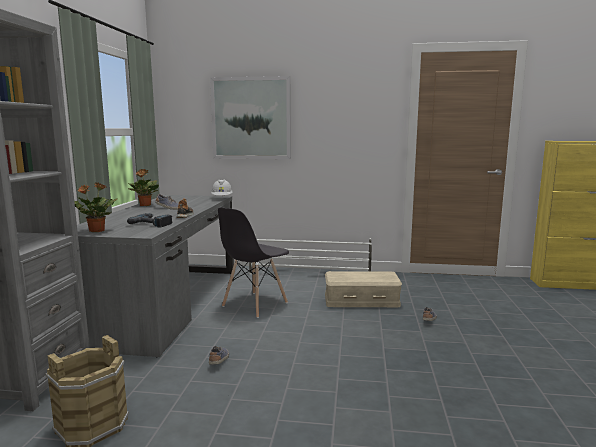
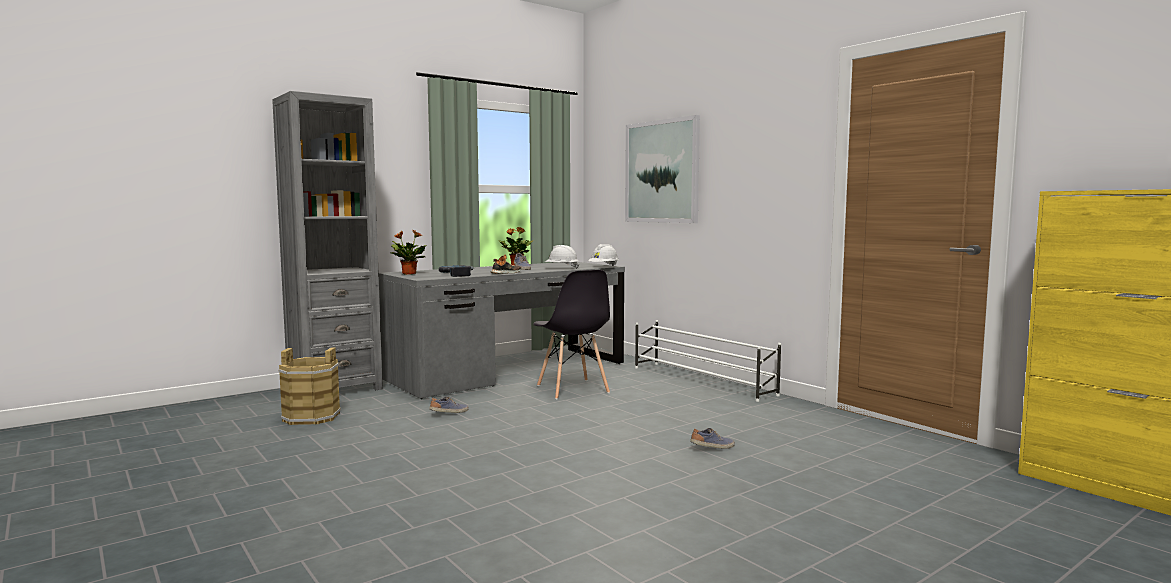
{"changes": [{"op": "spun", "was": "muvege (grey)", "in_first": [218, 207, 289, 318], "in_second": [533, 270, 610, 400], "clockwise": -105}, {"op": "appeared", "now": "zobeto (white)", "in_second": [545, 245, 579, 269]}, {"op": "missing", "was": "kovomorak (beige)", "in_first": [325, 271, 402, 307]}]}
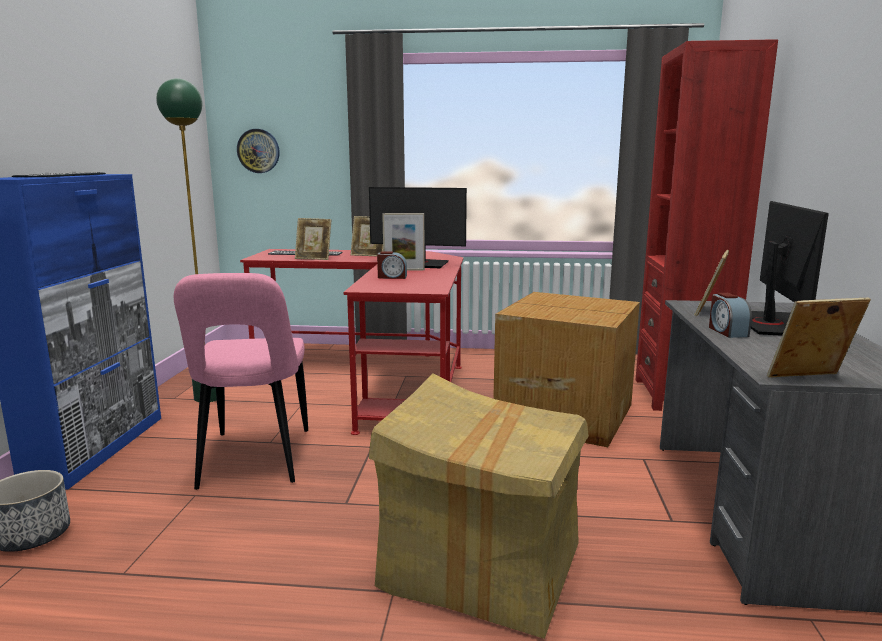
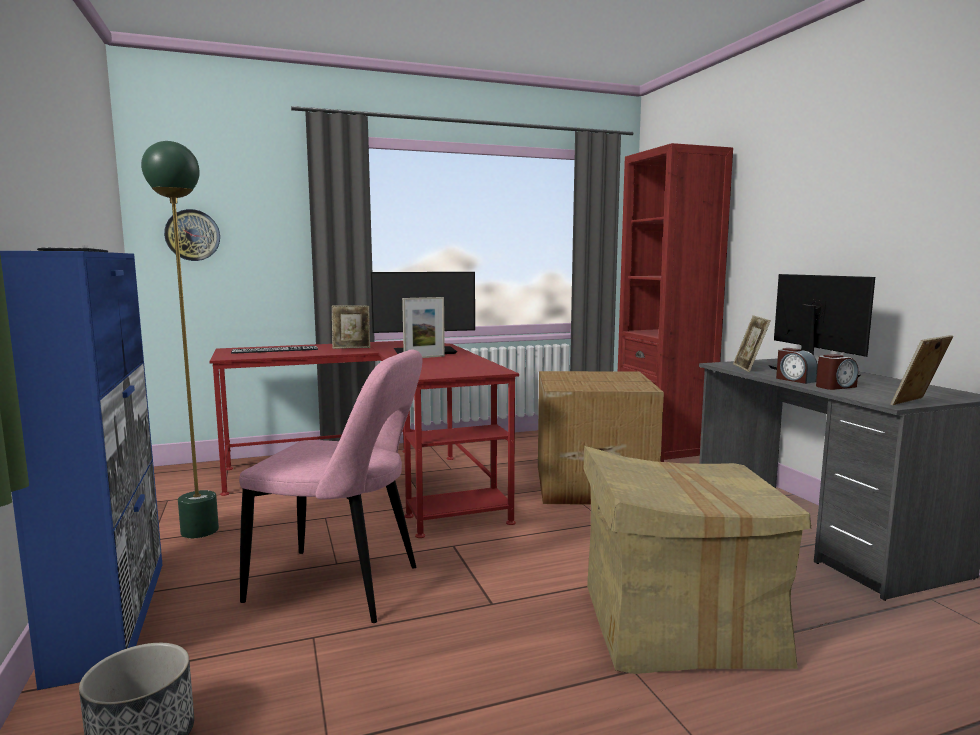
{"changes": [{"op": "spun", "was": "muvege (pink)", "in_first": [174, 273, 308, 490], "in_second": [239, 349, 423, 623], "clockwise": -45}, {"op": "relocated", "was": "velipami", "in_first": [377, 251, 407, 279], "in_second": [816, 354, 858, 390]}, {"op": "missing", "was": "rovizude", "in_first": [295, 218, 331, 260]}]}
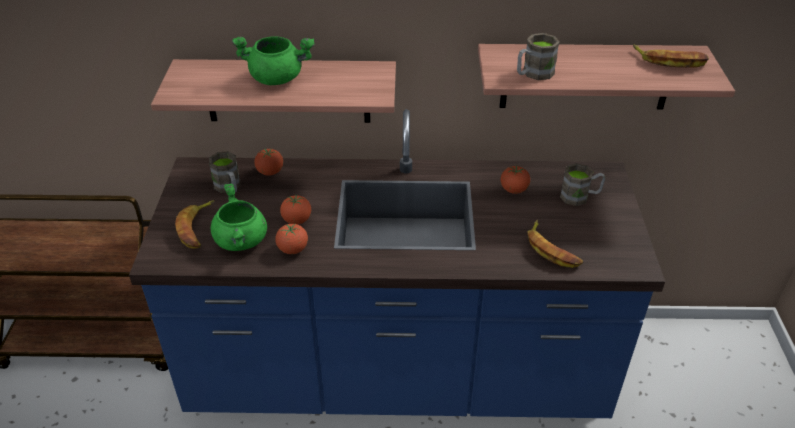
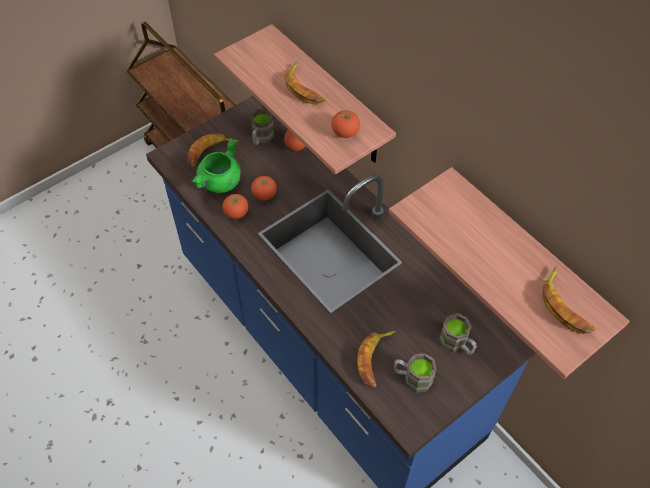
{"changes": [{"op": "exchanged", "was": "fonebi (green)", "now": "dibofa", "in_first": [232, 36, 314, 85], "in_second": [284, 62, 325, 105]}, {"op": "relocated", "was": "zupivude", "in_first": [501, 166, 530, 194], "in_second": [331, 110, 360, 138]}, {"op": "relocated", "was": "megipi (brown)", "in_first": [517, 33, 560, 80], "in_second": [394, 353, 437, 392]}]}
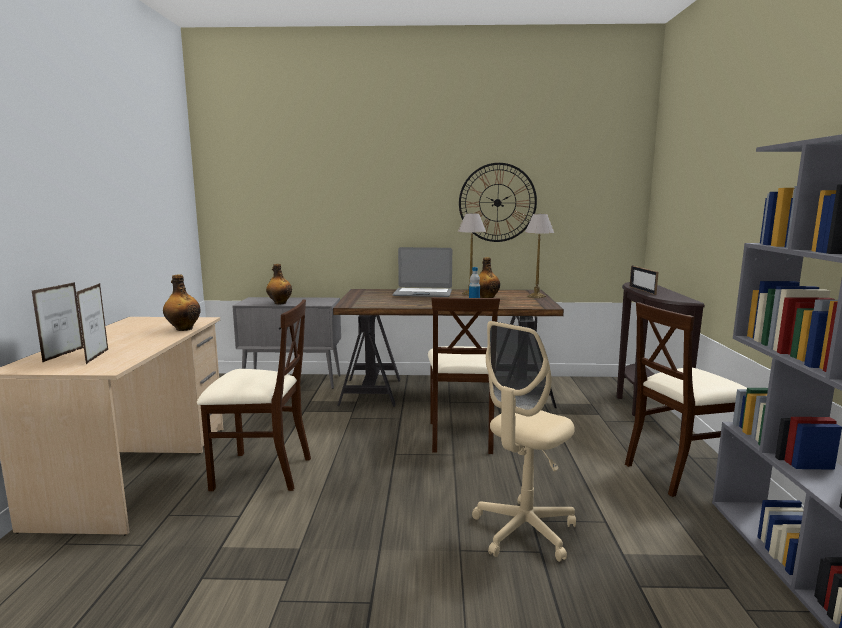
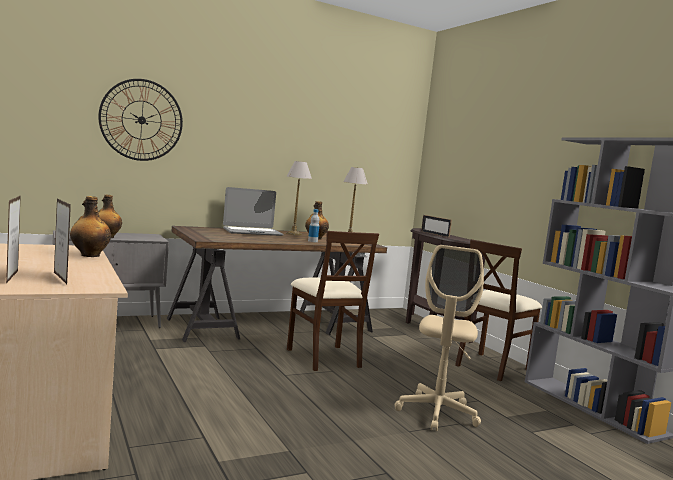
{"changes": [{"op": "relocated", "was": "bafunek", "in_first": [459, 163, 537, 242], "in_second": [99, 79, 183, 161]}, {"op": "missing", "was": "muvege (beige)", "in_first": [197, 299, 311, 491]}]}
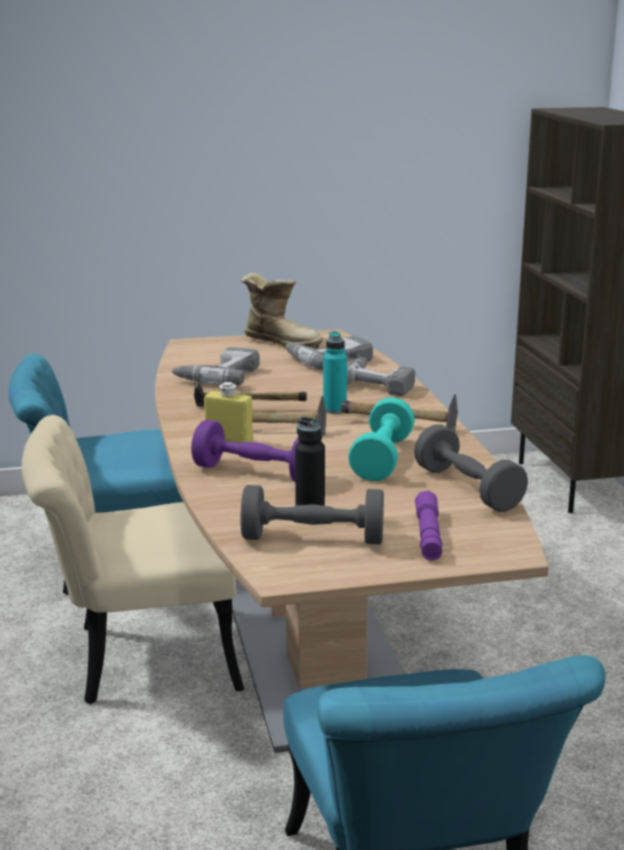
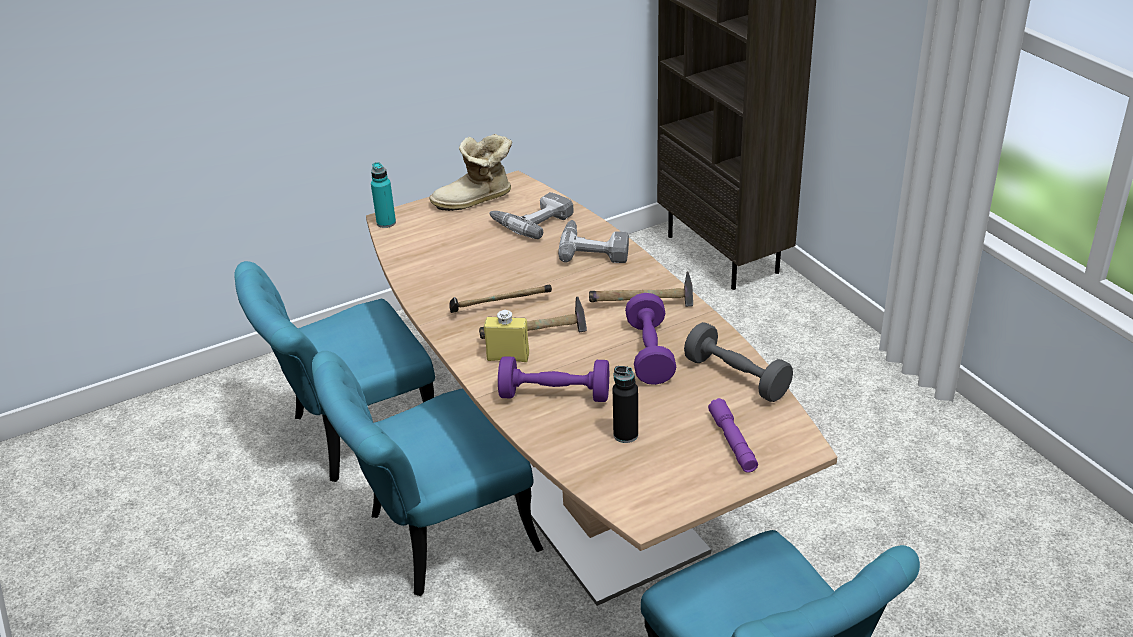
{"changes": [{"op": "colour", "was": "muvege (beige)", "now": "muvege (turquoise)", "in_first": [22, 415, 244, 704], "in_second": [312, 351, 544, 596]}, {"op": "relocated", "was": "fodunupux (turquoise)", "in_first": [323, 331, 347, 414], "in_second": [371, 162, 396, 228]}, {"op": "spun", "was": "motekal", "in_first": [241, 273, 323, 349], "in_second": [429, 134, 512, 211], "clockwise": 150}, {"op": "colour", "was": "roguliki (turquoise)", "now": "roguliki (purple)", "in_first": [348, 397, 415, 481], "in_second": [625, 293, 676, 385]}, {"op": "missing", "was": "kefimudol", "in_first": [171, 347, 260, 385]}, {"op": "missing", "was": "roguliki (grey)", "in_first": [240, 485, 384, 544]}]}
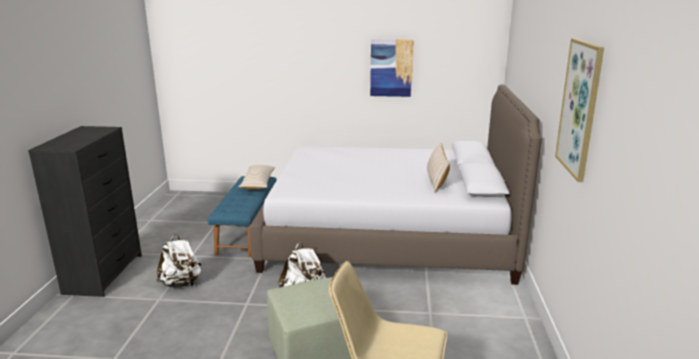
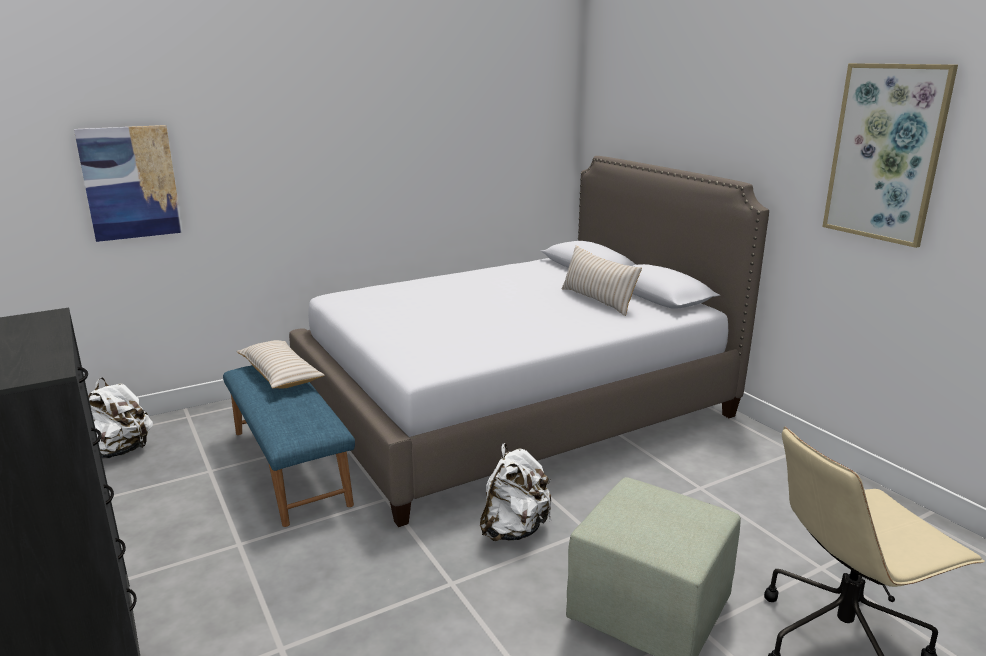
{"changes": [{"op": "relocated", "was": "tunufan", "in_first": [370, 39, 414, 97], "in_second": [74, 125, 183, 242]}, {"op": "relocated", "was": "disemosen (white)", "in_first": [157, 234, 201, 288], "in_second": [88, 377, 153, 458]}]}
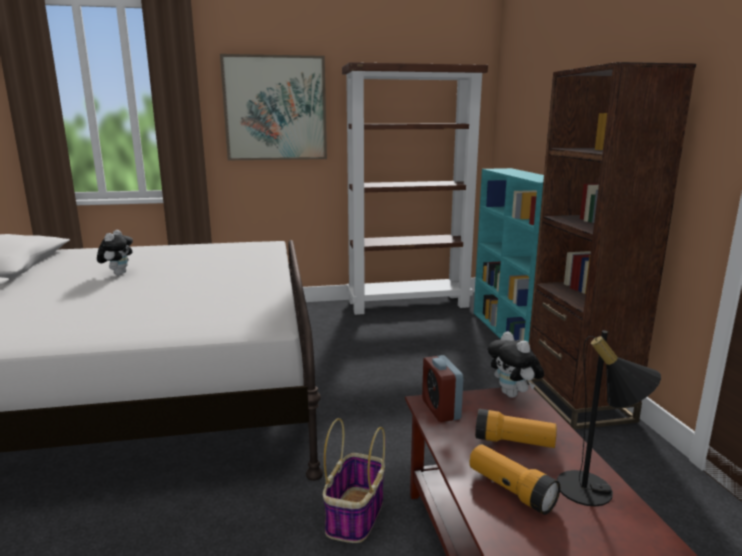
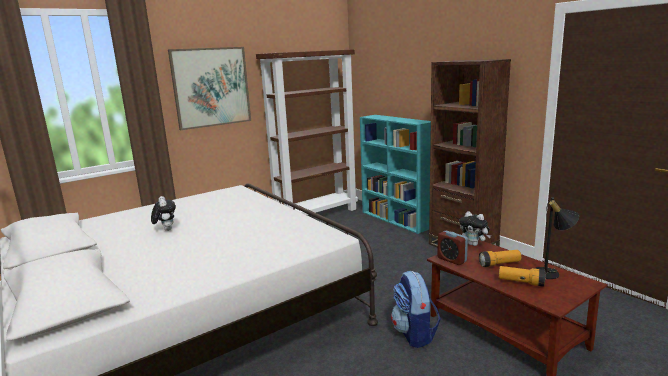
{"changes": [{"op": "exchanged", "was": "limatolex", "now": "disemosen", "in_first": [323, 418, 385, 543], "in_second": [391, 271, 441, 348]}]}
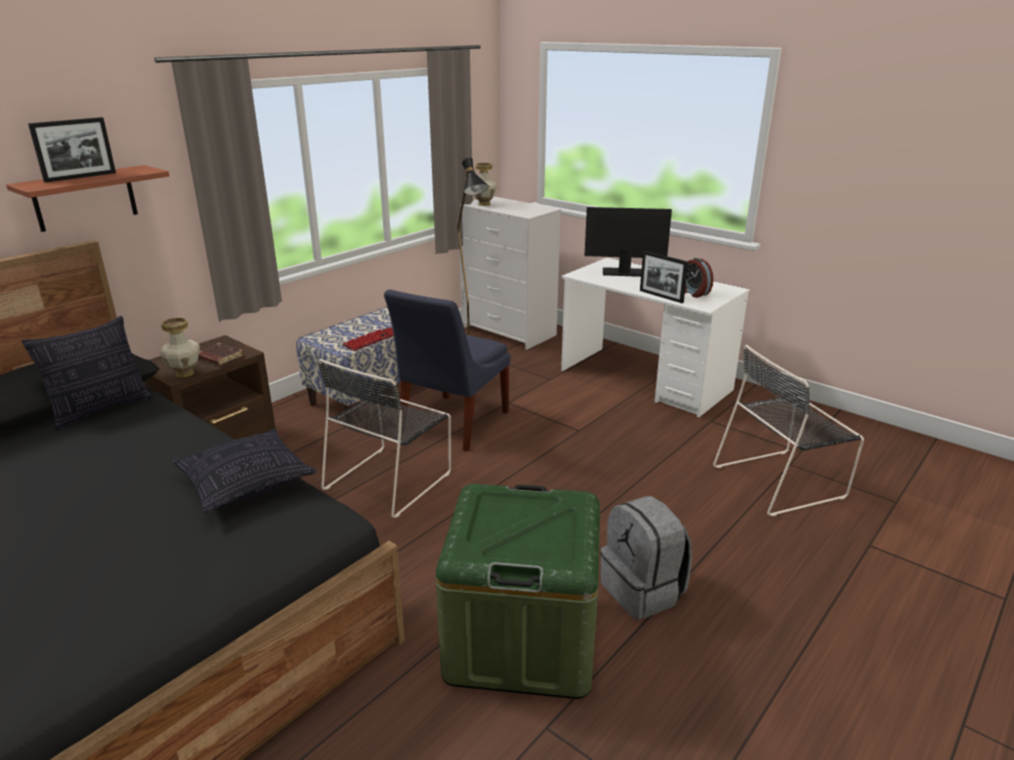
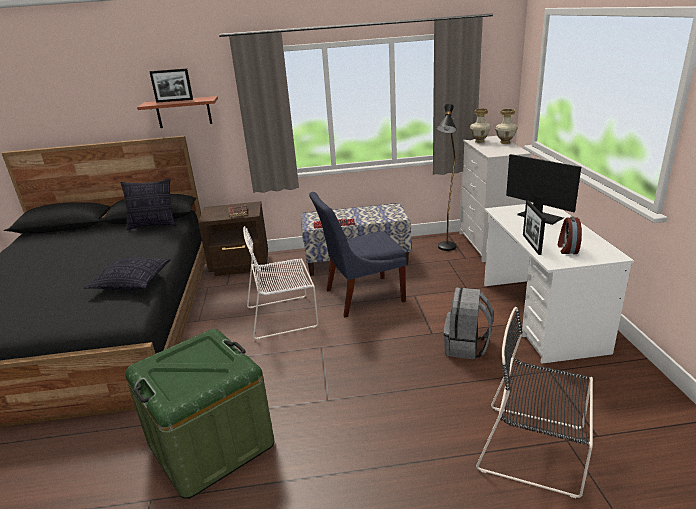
{"changes": [{"op": "colour", "was": "muvege (black)", "now": "muvege (white)", "in_first": [318, 359, 451, 518], "in_second": [243, 226, 318, 340]}, {"op": "relocated", "was": "disemosen (grey)", "in_first": [600, 496, 692, 620], "in_second": [444, 287, 493, 360]}, {"op": "relocated", "was": "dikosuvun", "in_first": [160, 318, 200, 378], "in_second": [495, 109, 518, 144]}]}
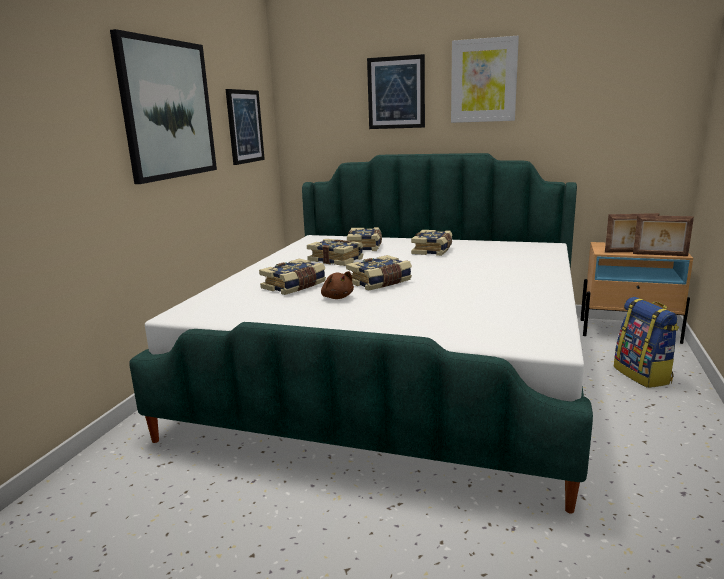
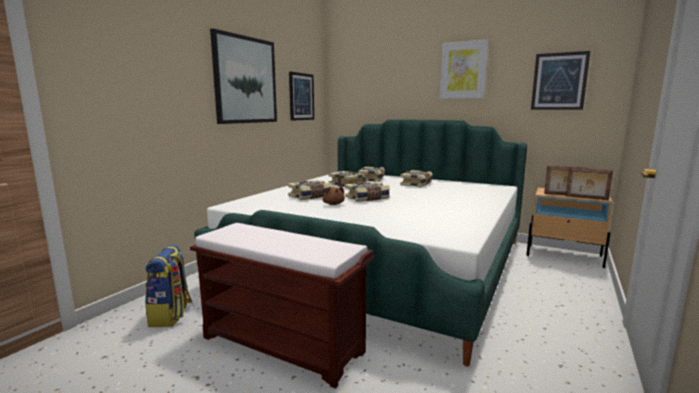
{"changes": [{"op": "relocated", "was": "disemosen", "in_first": [614, 297, 679, 388], "in_second": [145, 245, 193, 327]}, {"op": "appeared", "now": "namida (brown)", "in_second": [190, 223, 374, 388]}, {"op": "relocated", "was": "tunufan", "in_first": [367, 54, 425, 129], "in_second": [531, 51, 590, 110]}]}
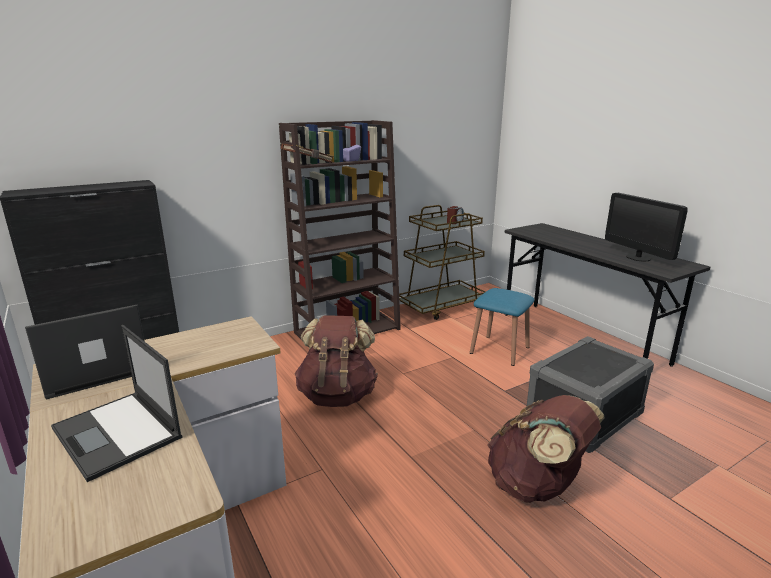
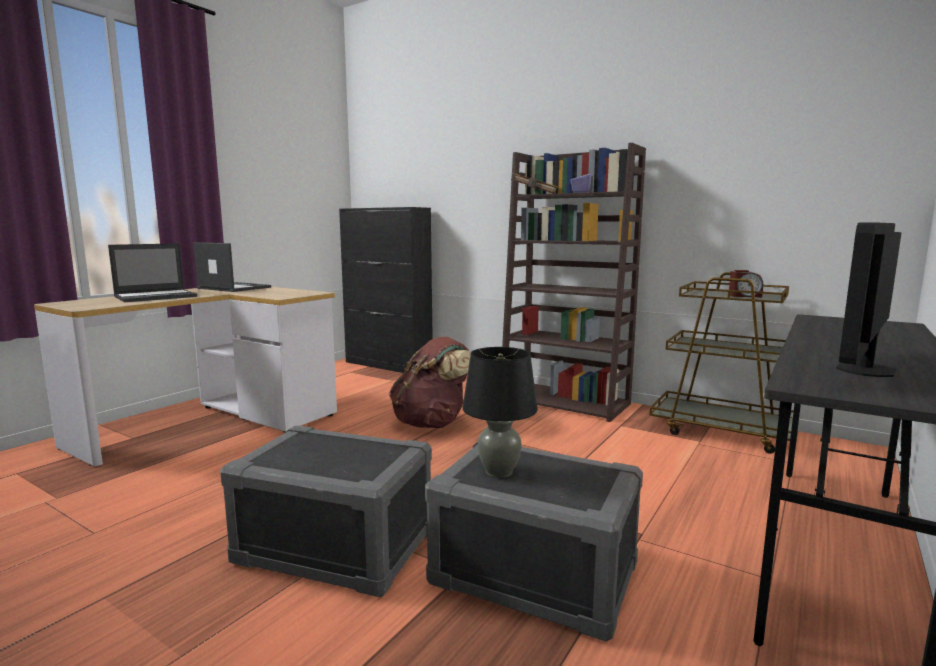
{"changes": [{"op": "spun", "was": "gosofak", "in_first": [51, 325, 182, 482], "in_second": [108, 243, 197, 302], "clockwise": -150}, {"op": "exchanged", "was": "disemosen (brown)", "now": "kovomorak (grey)", "in_first": [488, 395, 604, 503], "in_second": [220, 425, 432, 597]}, {"op": "appeared", "now": "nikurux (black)", "in_second": [462, 347, 538, 478]}, {"op": "missing", "was": "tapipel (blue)", "in_first": [470, 288, 534, 366]}]}
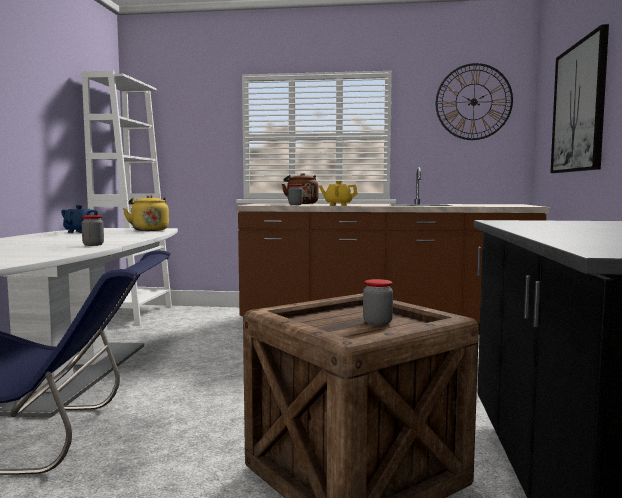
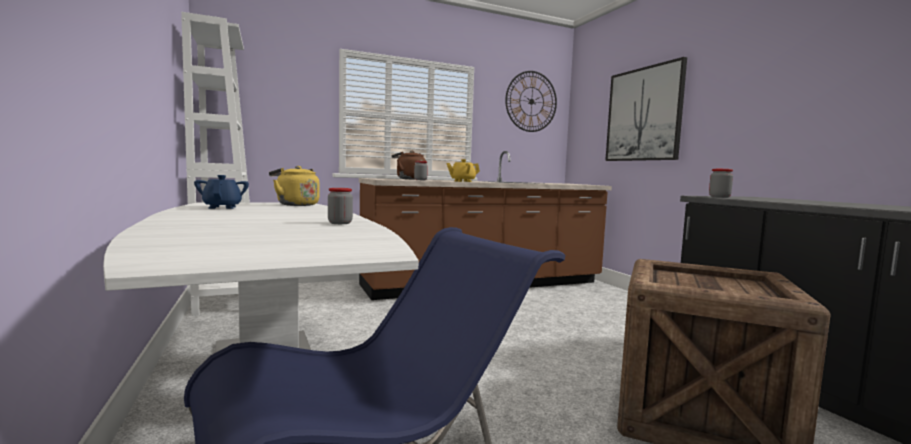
{"changes": [{"op": "relocated", "was": "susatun", "in_first": [363, 279, 393, 326], "in_second": [709, 169, 733, 198]}]}
